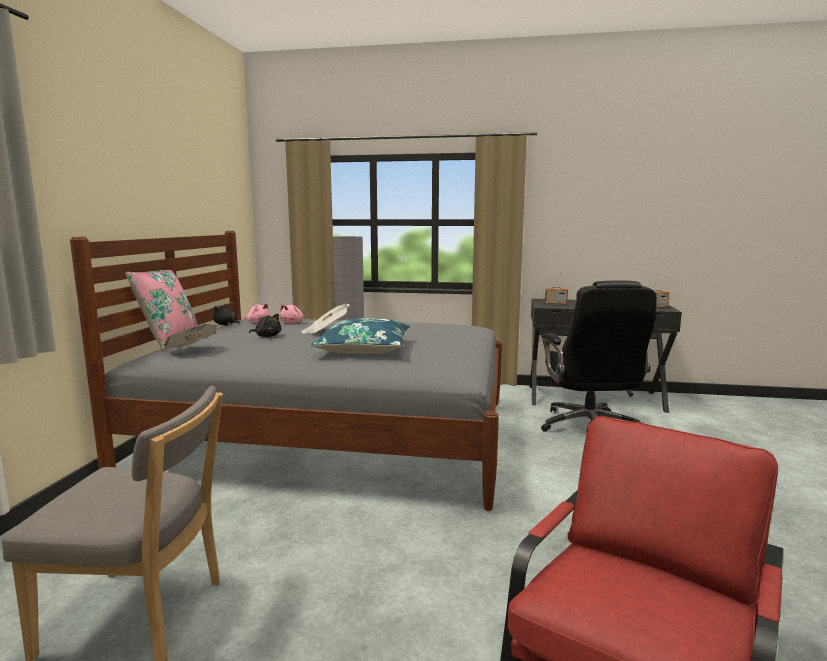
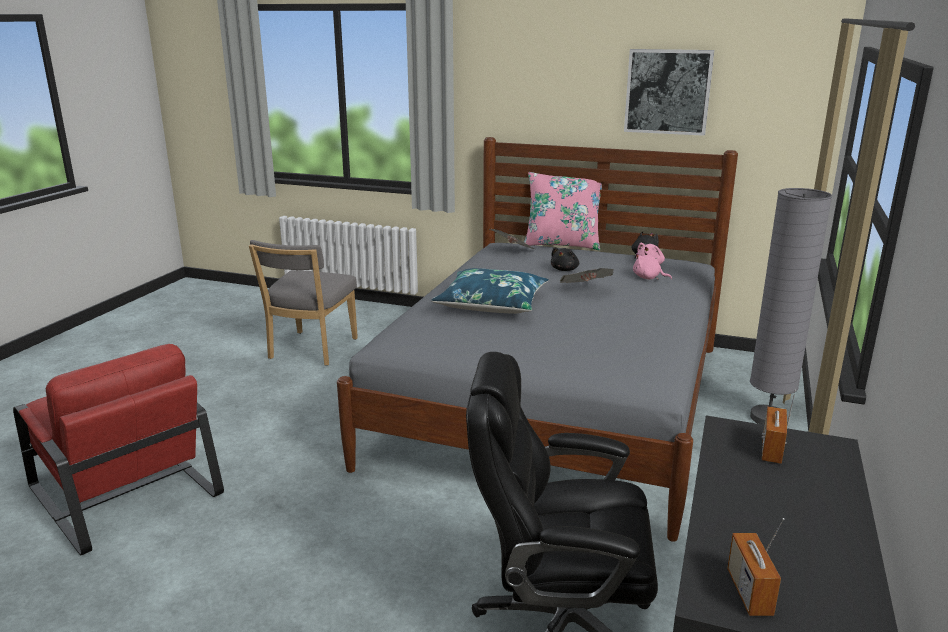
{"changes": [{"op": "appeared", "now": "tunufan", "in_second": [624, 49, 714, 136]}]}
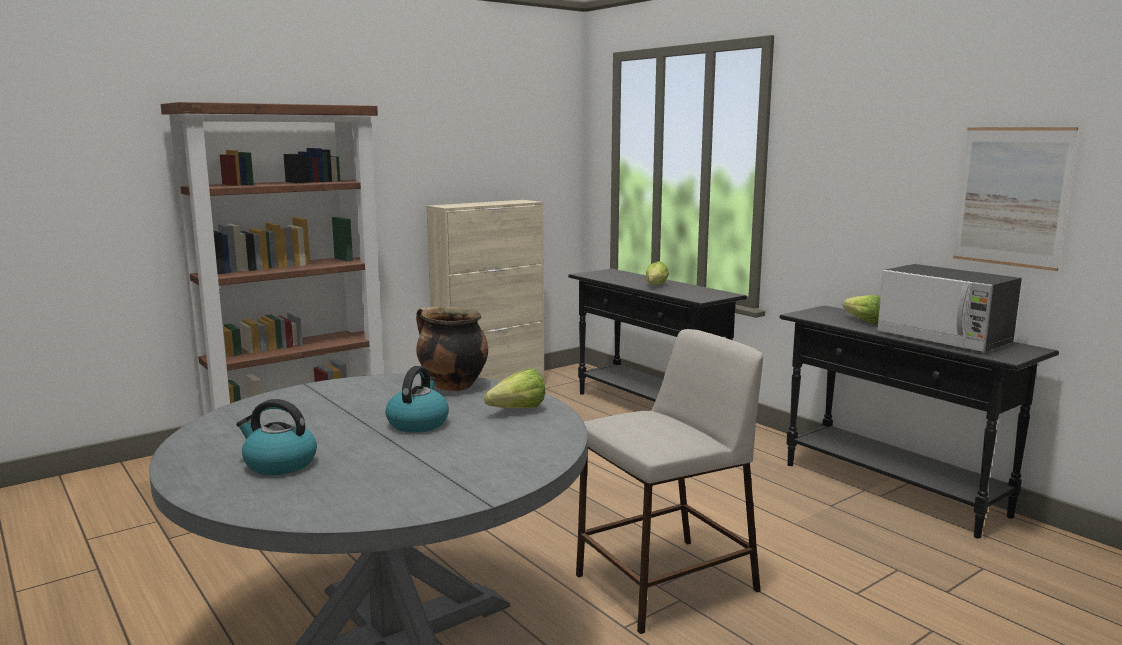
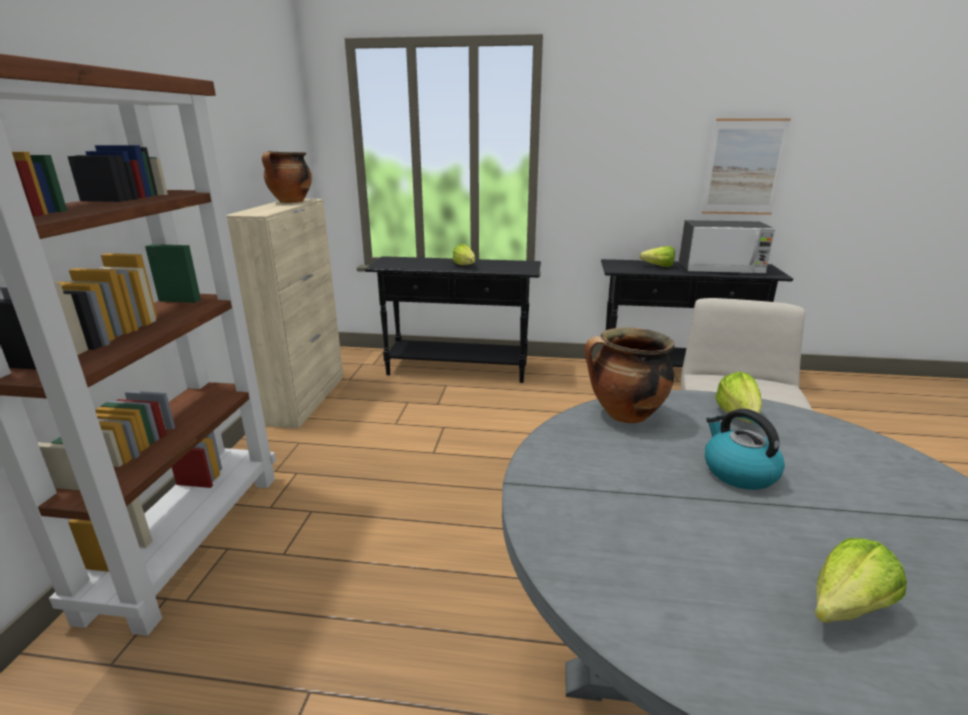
{"changes": [{"op": "appeared", "now": "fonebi", "in_second": [262, 151, 312, 203]}, {"op": "exchanged", "was": "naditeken", "now": "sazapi", "in_first": [236, 399, 317, 475], "in_second": [815, 538, 907, 623]}]}
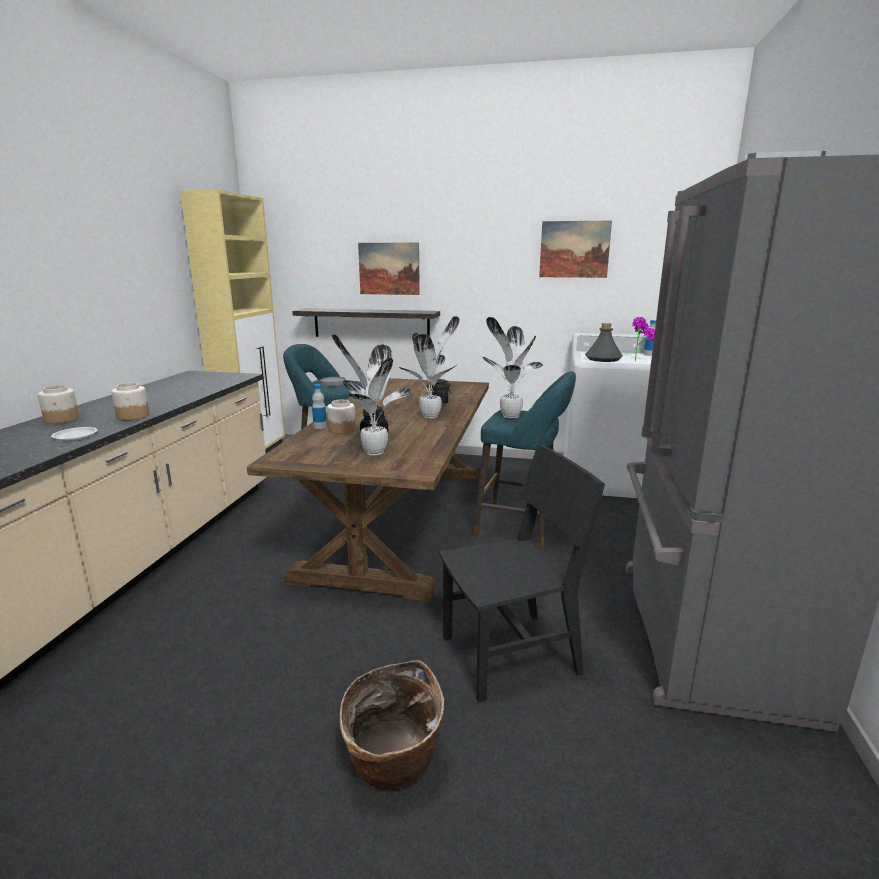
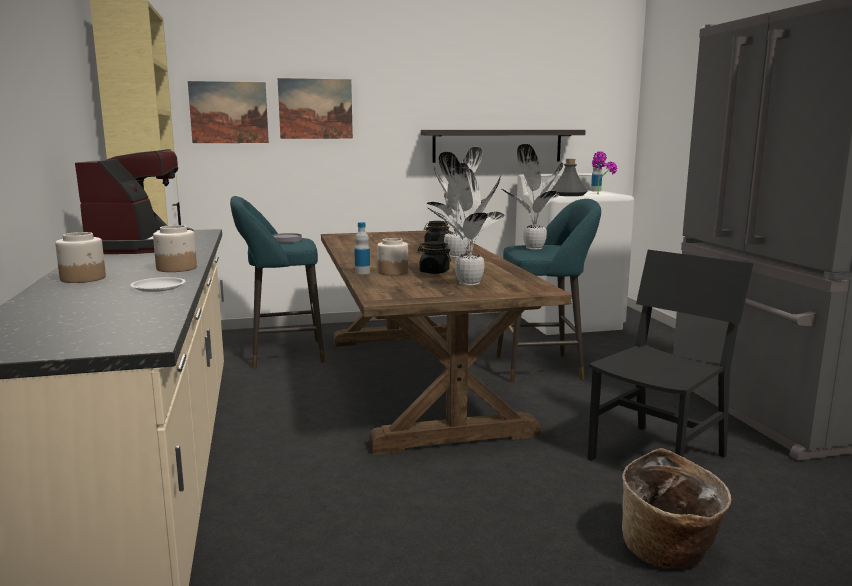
{"changes": [{"op": "appeared", "now": "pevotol", "in_second": [75, 149, 194, 254]}, {"op": "relocated", "was": "tunufan", "in_first": [539, 221, 612, 278], "in_second": [188, 81, 269, 143]}, {"op": "relocated", "was": "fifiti", "in_first": [292, 308, 440, 337], "in_second": [421, 130, 586, 163]}]}
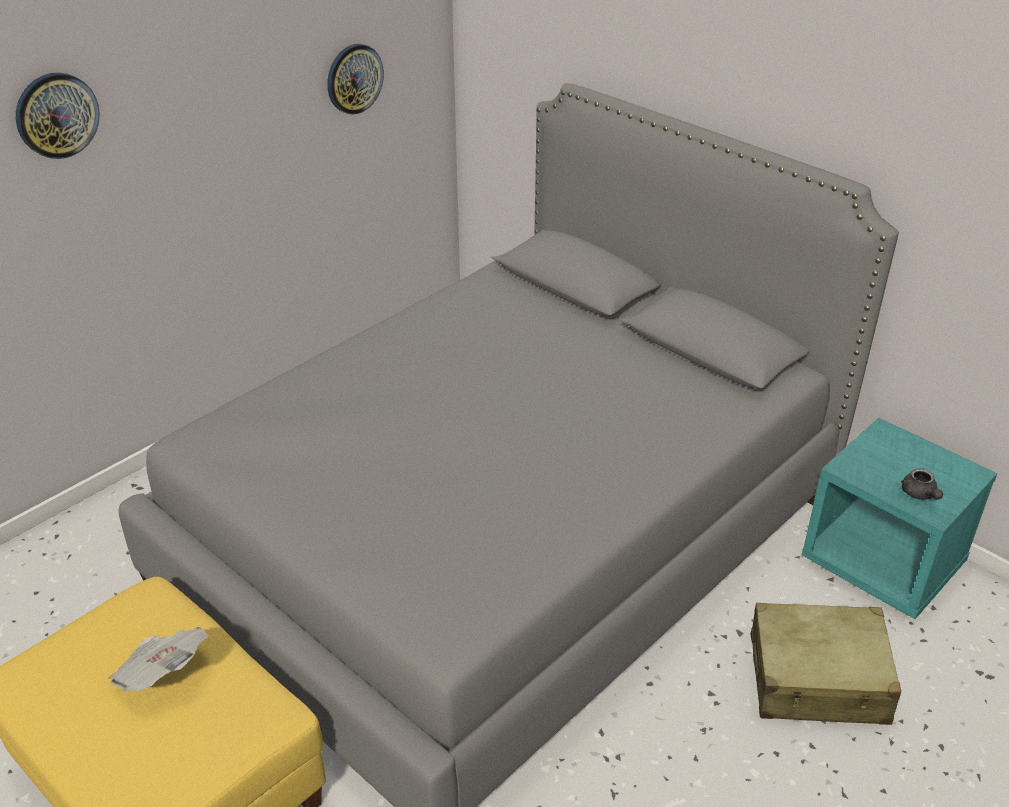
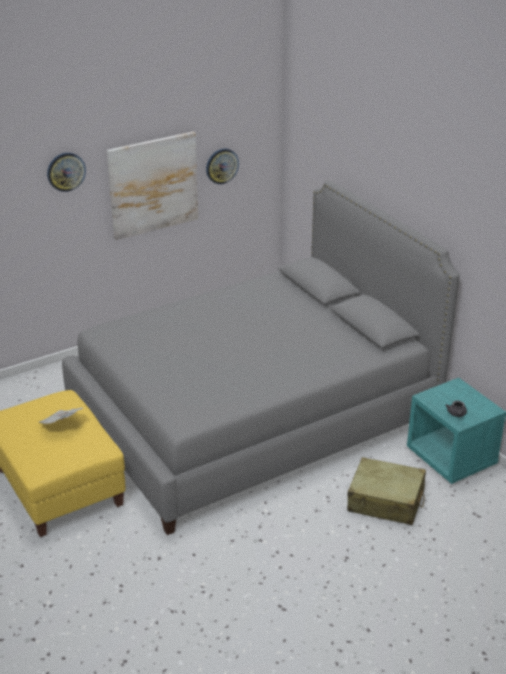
{"changes": [{"op": "appeared", "now": "tunufan", "in_second": [107, 131, 198, 240]}]}
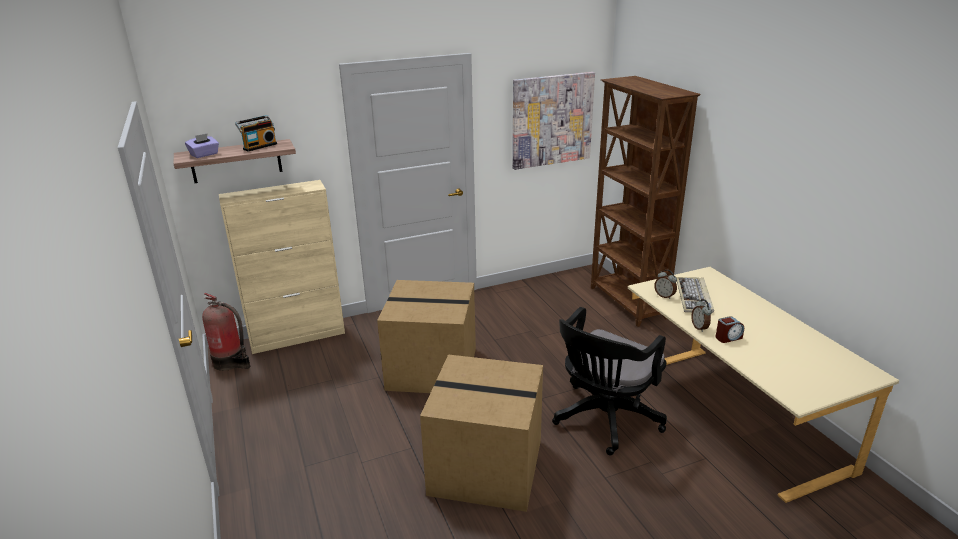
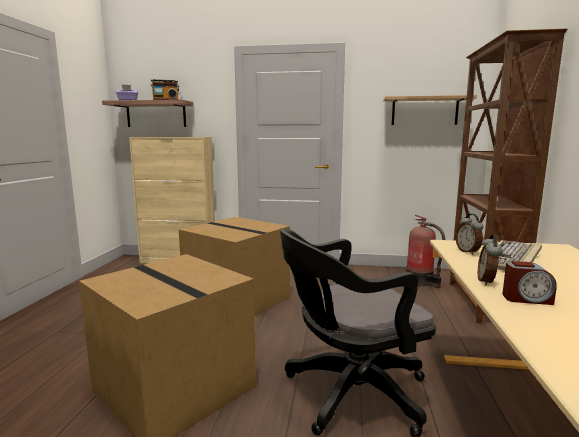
{"changes": [{"op": "exchanged", "was": "tunufan", "now": "fifiti", "in_first": [513, 72, 595, 170], "in_second": [383, 95, 477, 125]}, {"op": "relocated", "was": "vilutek", "in_first": [202, 293, 250, 371], "in_second": [406, 215, 446, 288]}]}
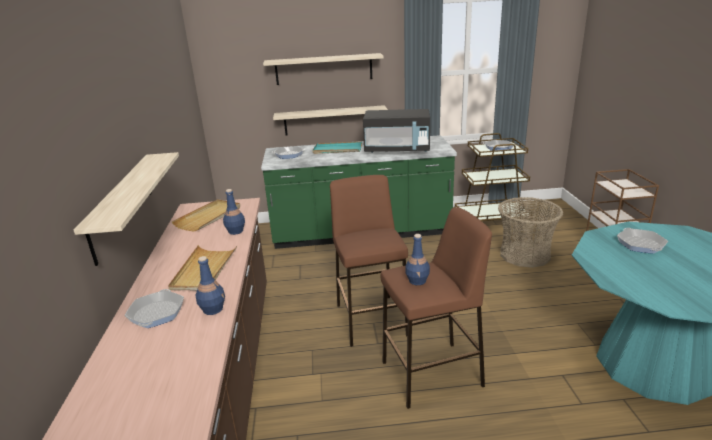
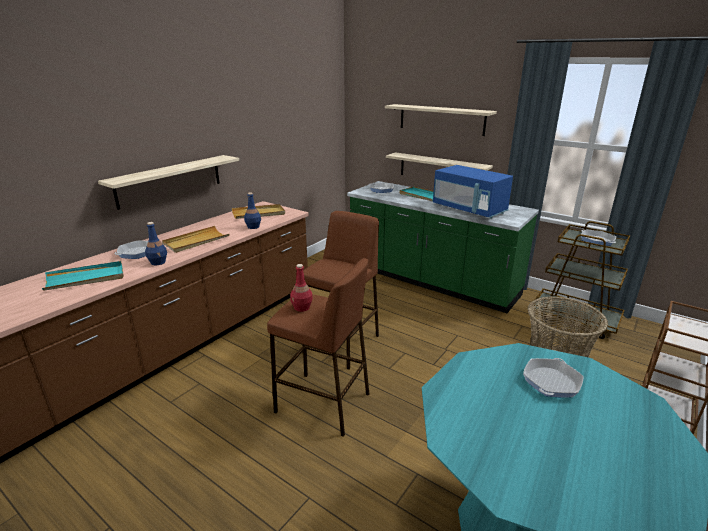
{"changes": [{"op": "appeared", "now": "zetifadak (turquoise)", "in_second": [42, 261, 124, 291]}, {"op": "colour", "was": "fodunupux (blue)", "now": "fodunupux (red)", "in_first": [405, 234, 430, 285], "in_second": [290, 264, 313, 312]}, {"op": "colour", "was": "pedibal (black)", "now": "pedibal (blue)", "in_first": [363, 109, 430, 153], "in_second": [433, 165, 513, 219]}]}
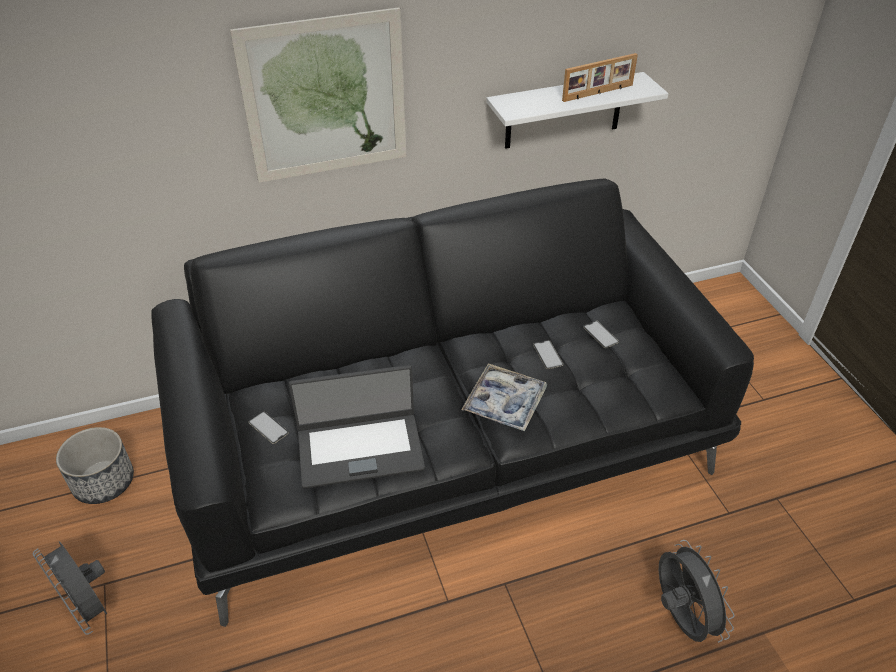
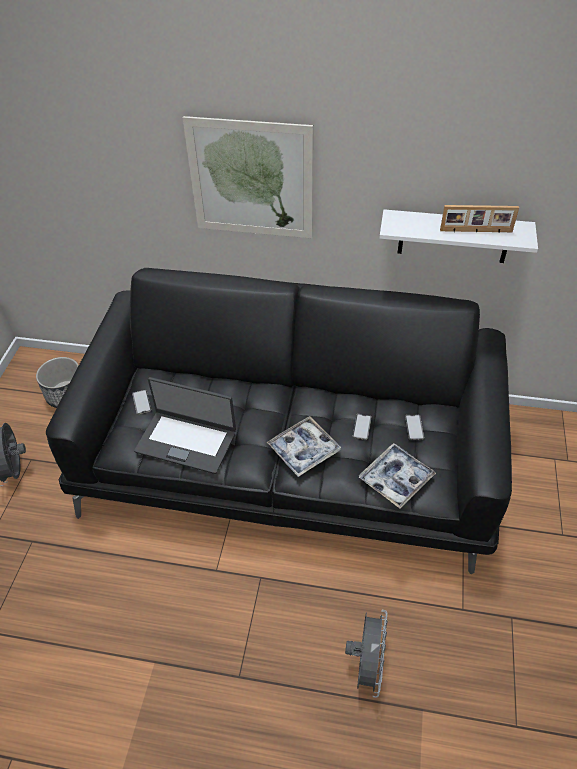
{"changes": [{"op": "appeared", "now": "zetifadak", "in_second": [359, 443, 436, 508]}]}
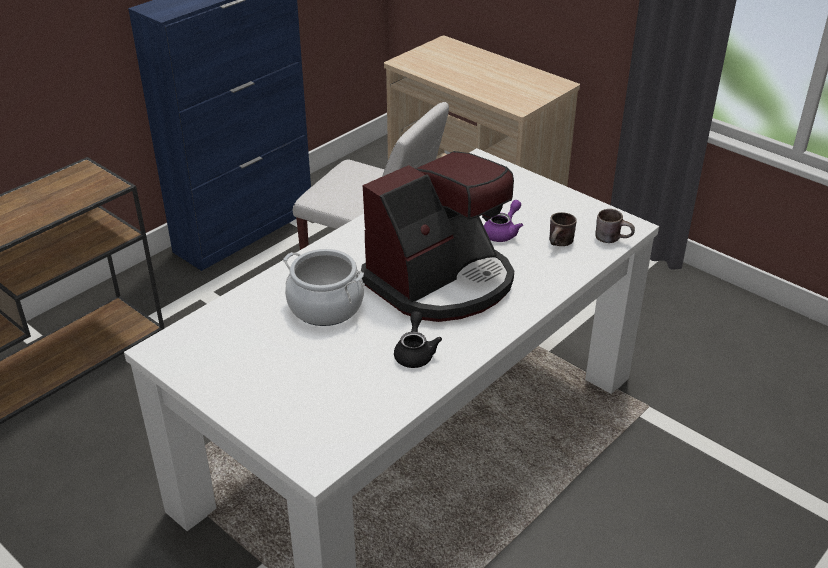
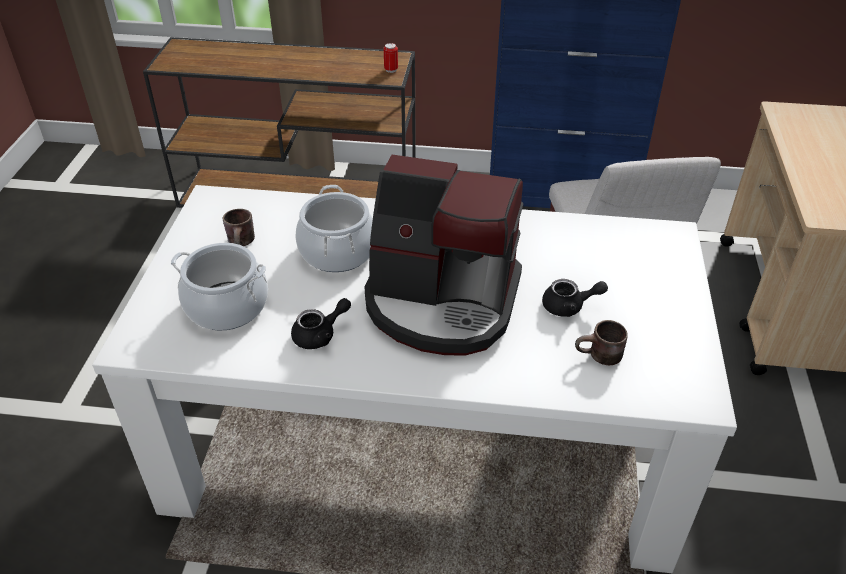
{"changes": [{"op": "appeared", "now": "fonebi", "in_second": [171, 243, 268, 331]}, {"op": "relocated", "was": "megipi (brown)", "in_first": [595, 209, 635, 243], "in_second": [223, 209, 255, 246]}, {"op": "appeared", "now": "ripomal", "in_second": [383, 43, 398, 73]}, {"op": "colour", "was": "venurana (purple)", "now": "venurana (black)", "in_first": [484, 200, 523, 242], "in_second": [542, 279, 608, 317]}]}
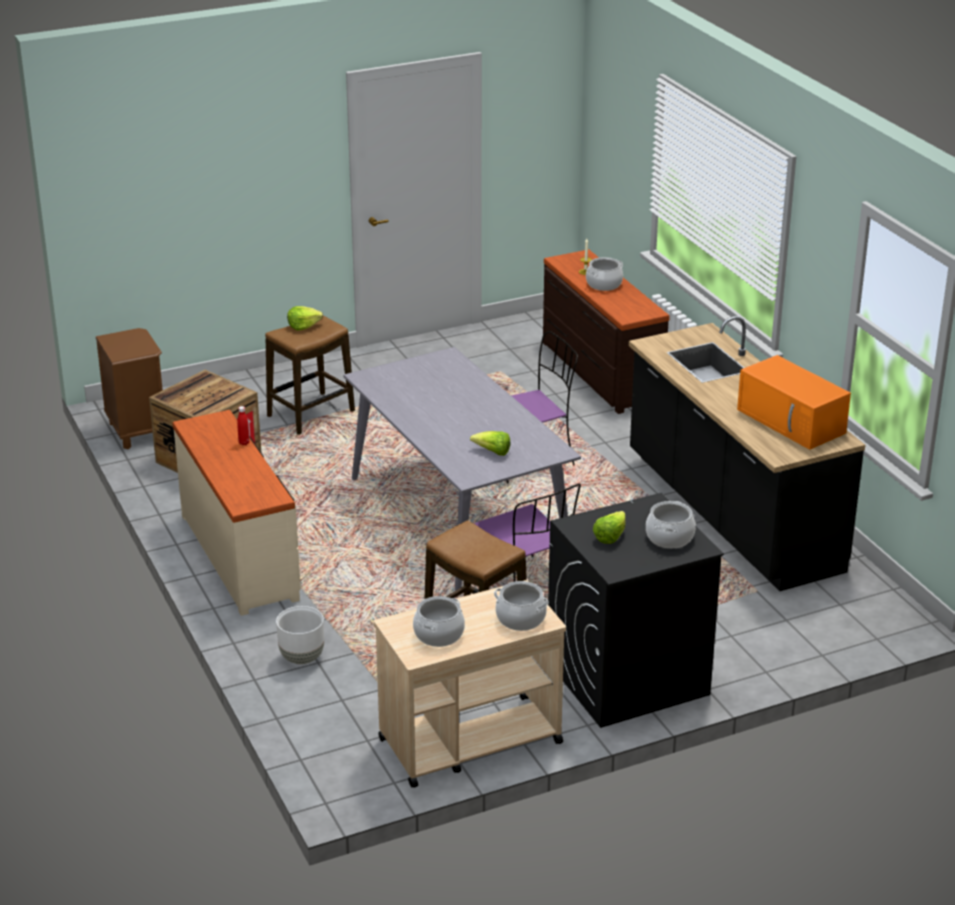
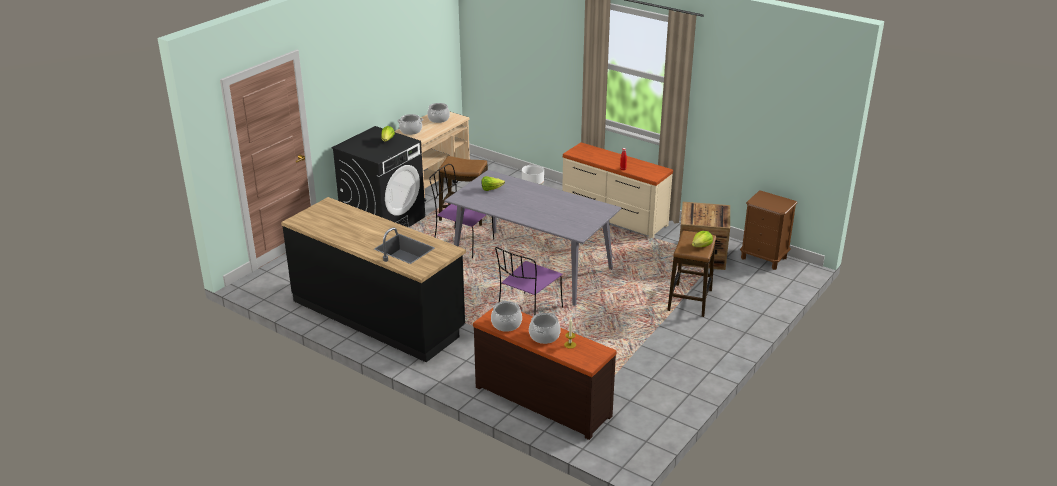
{"changes": [{"op": "relocated", "was": "fonebi", "in_first": [646, 501, 695, 548], "in_second": [491, 301, 522, 332]}, {"op": "missing", "was": "pedibal (orange)", "in_first": [737, 355, 851, 450]}]}
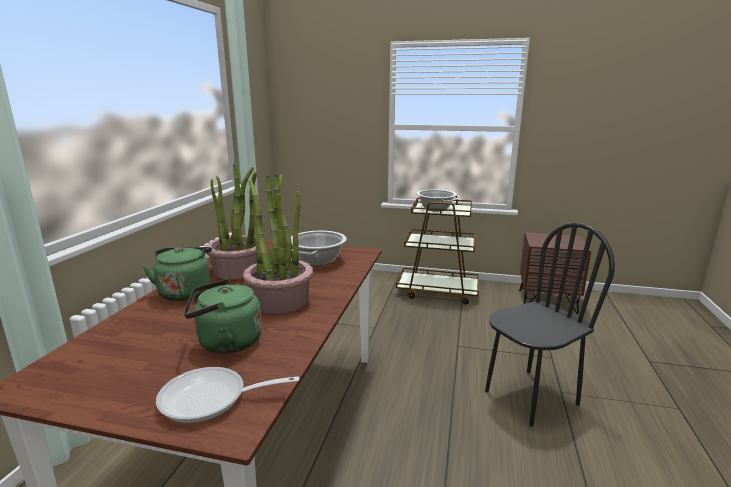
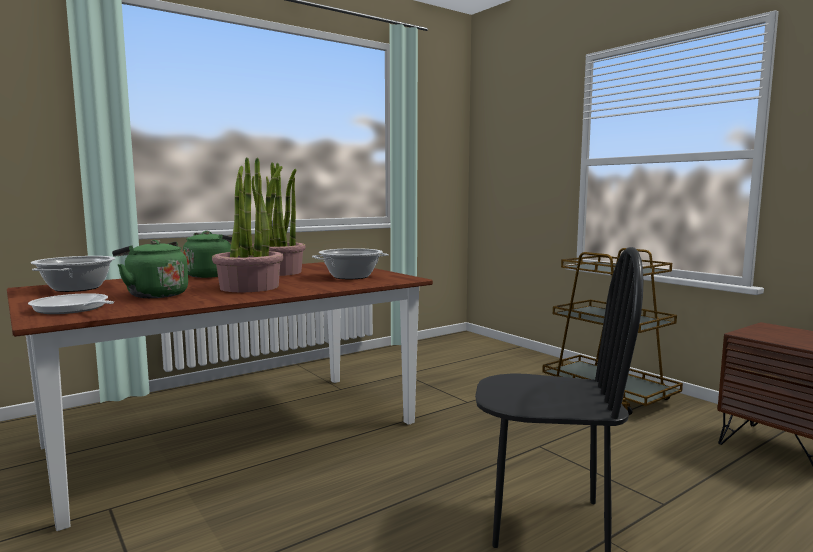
{"changes": [{"op": "relocated", "was": "fonebi", "in_first": [416, 190, 458, 212], "in_second": [31, 256, 116, 292]}]}
